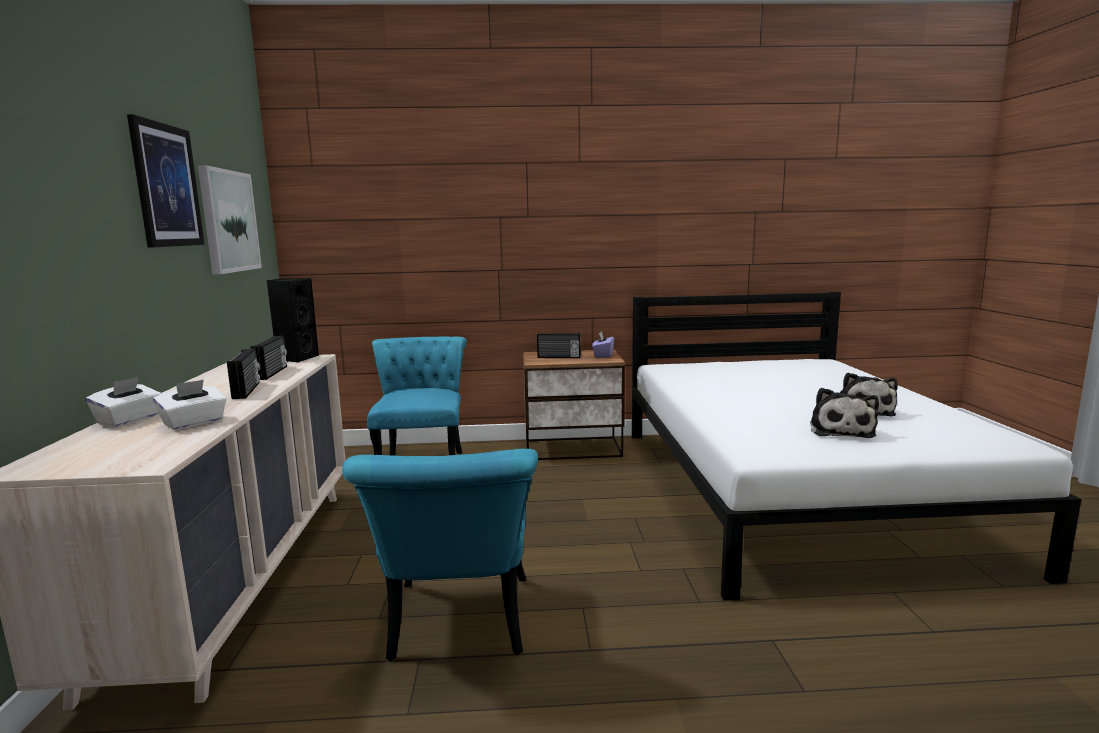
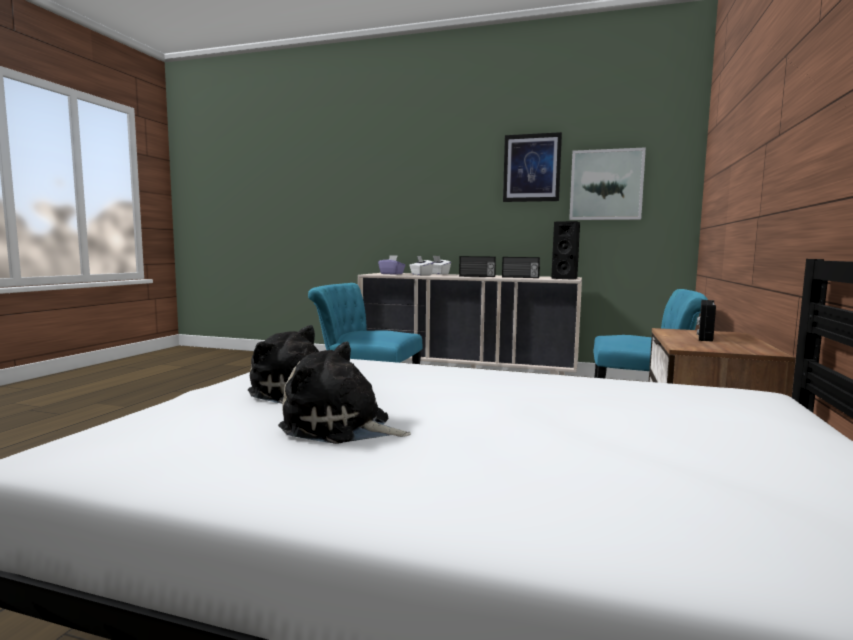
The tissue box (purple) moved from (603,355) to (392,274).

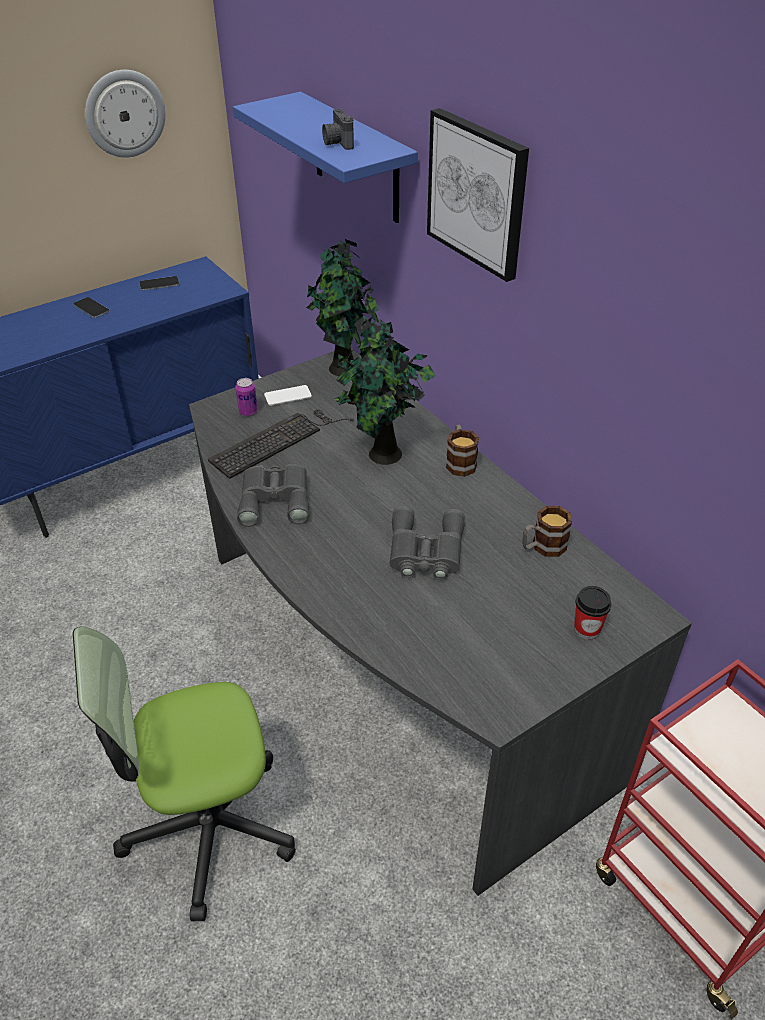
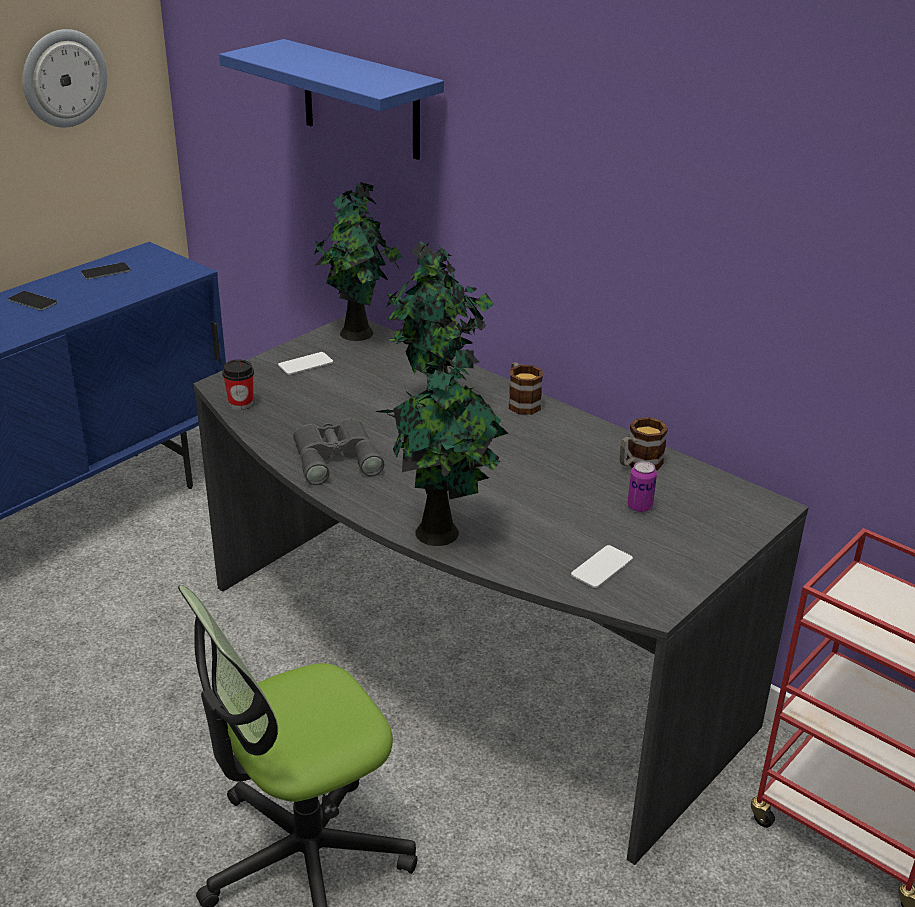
The cup moved from (587,629) to (241,404).
The potted plant at (441,532) appeared.
The phone at (601,567) appeared.
The can moved from (248,412) to (639,506).
The keyboard at (278,440) disappeared.
The photo camera at (337,143) disappeared.
The binoculars (grey) at (425,552) disappeared.
The picture at (477,193) disappeared.

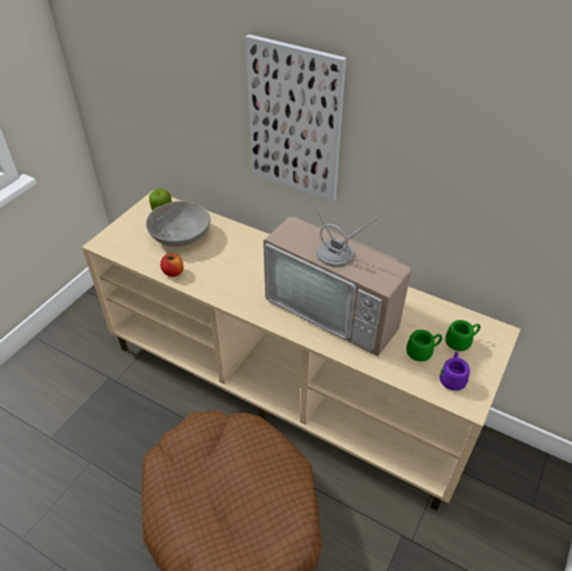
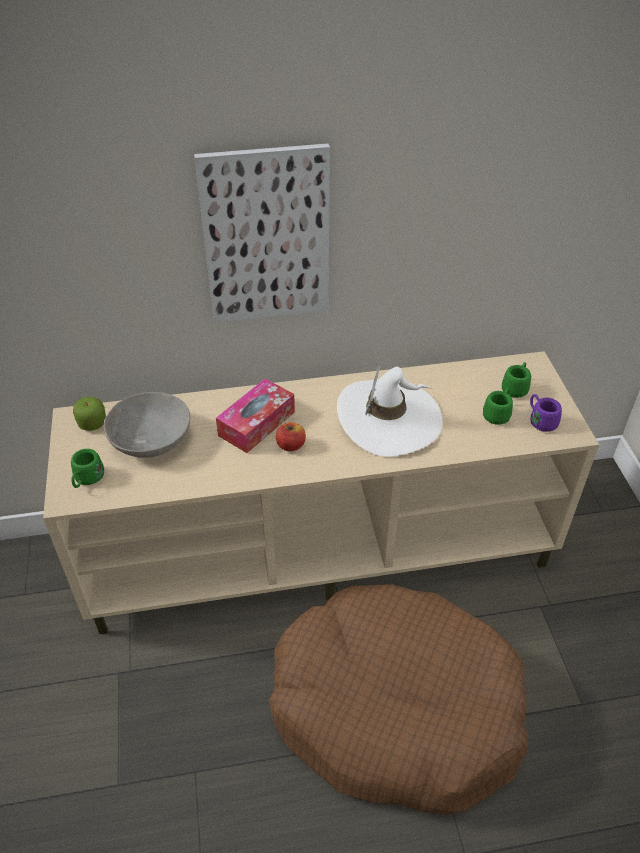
The mug (green) at (87,480) appeared.
The tissue box at (257,423) appeared.
The apple moved from (173,272) to (291,445).
The television at (336,307) was replaced by the hat (white) at (389,419).

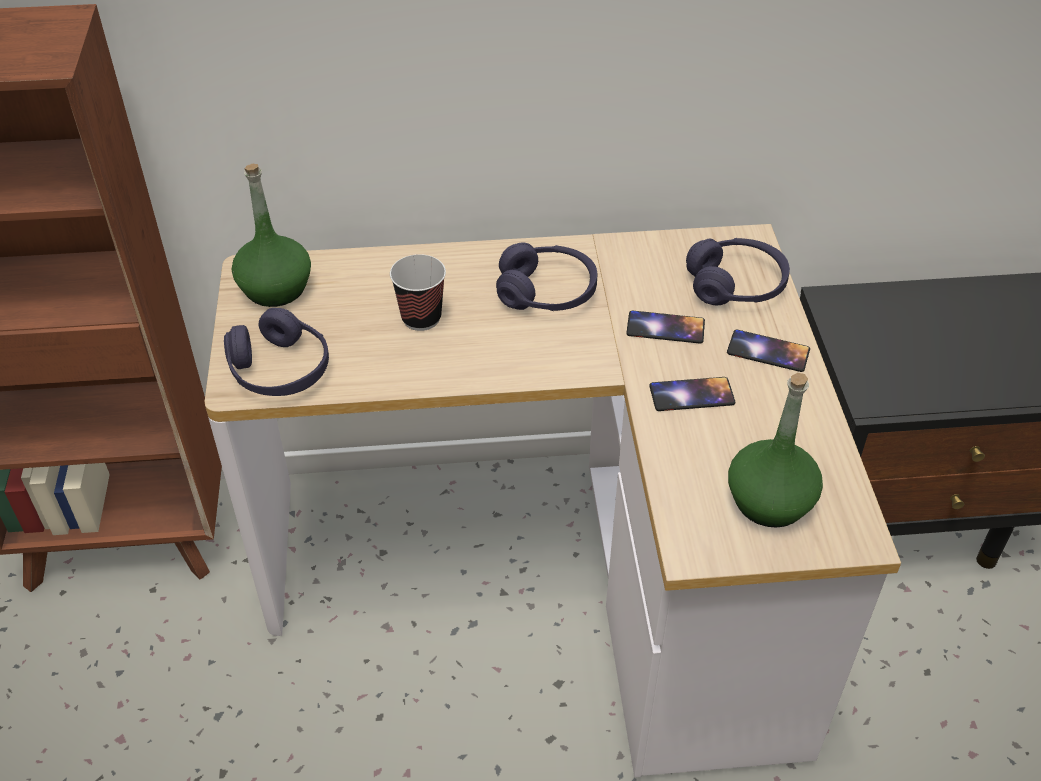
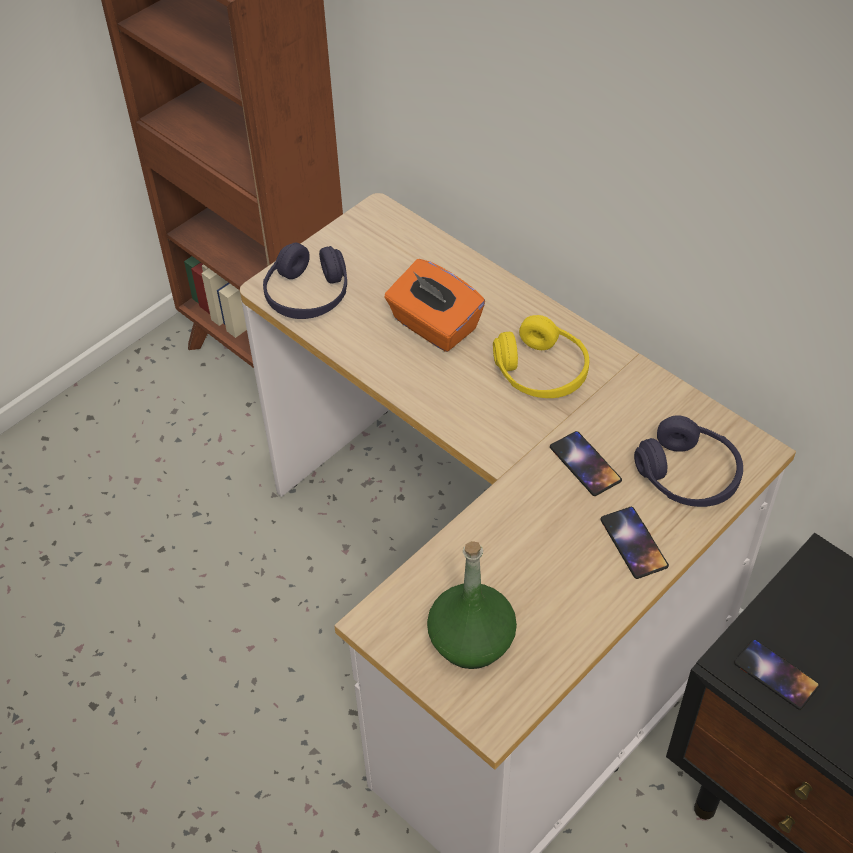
The cup at (421,318) was replaced by the tissue box (orange) at (434,326).
The headphones (purple) at (546,292) became the headphones (yellow) at (541,371).
The phone moved from (691,394) to (776,674).
The bottle (green) at (275,288) disappeared.

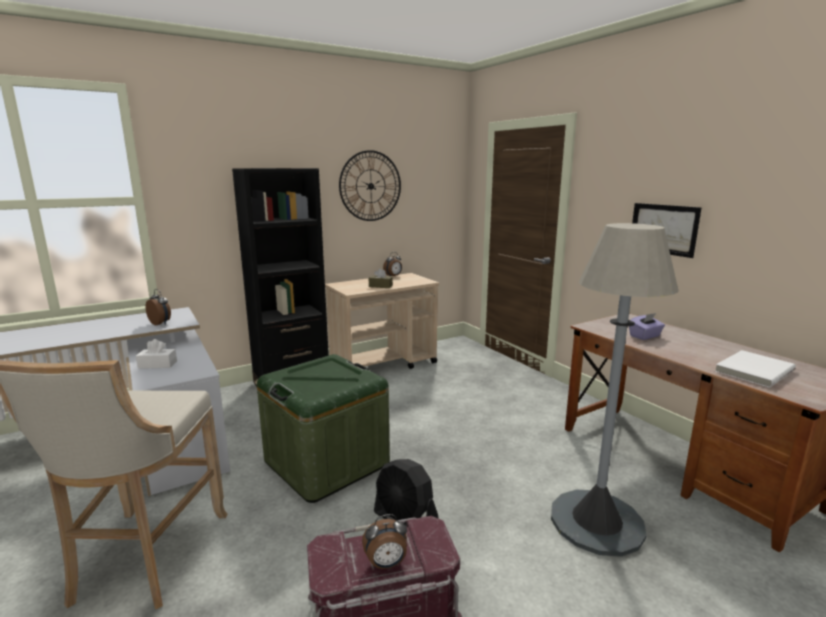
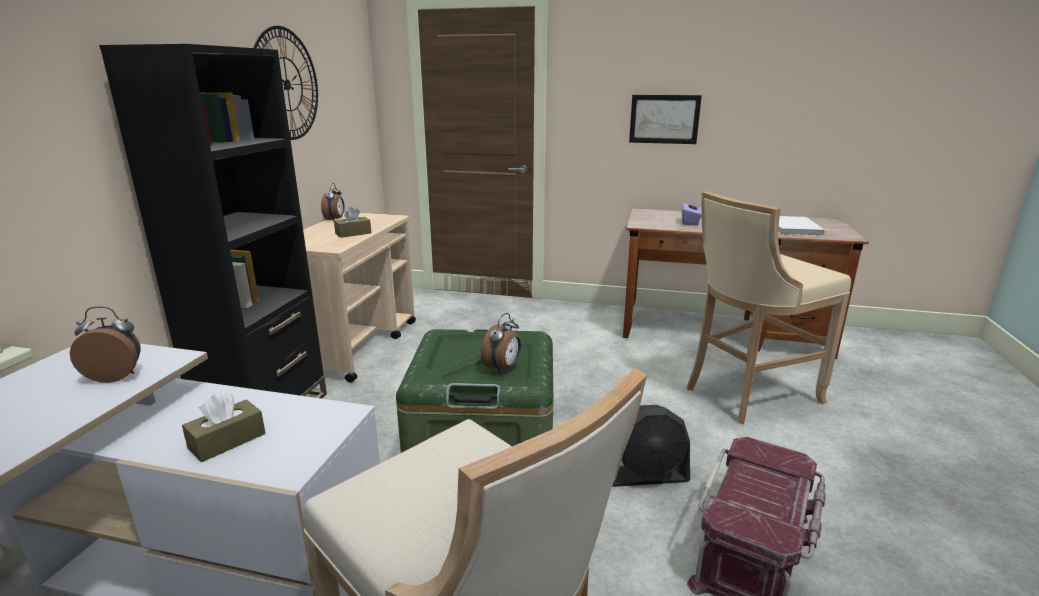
The tissue box (white) at (157,365) became the tissue box (brown) at (227,441).
The alarm clock moved from (386,564) to (503,368).
The floor lamp (grey) at (596,522) was replaced by the stool (beige) at (746,394).

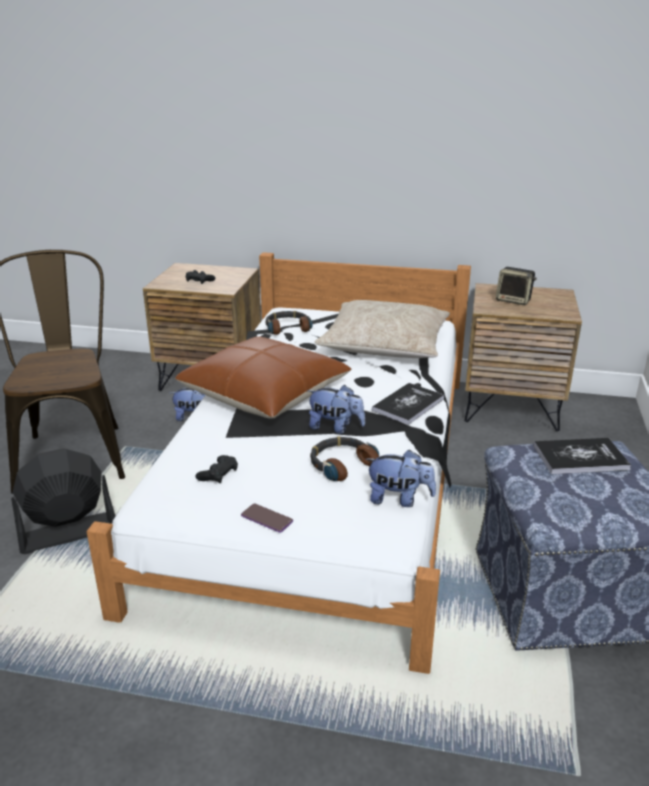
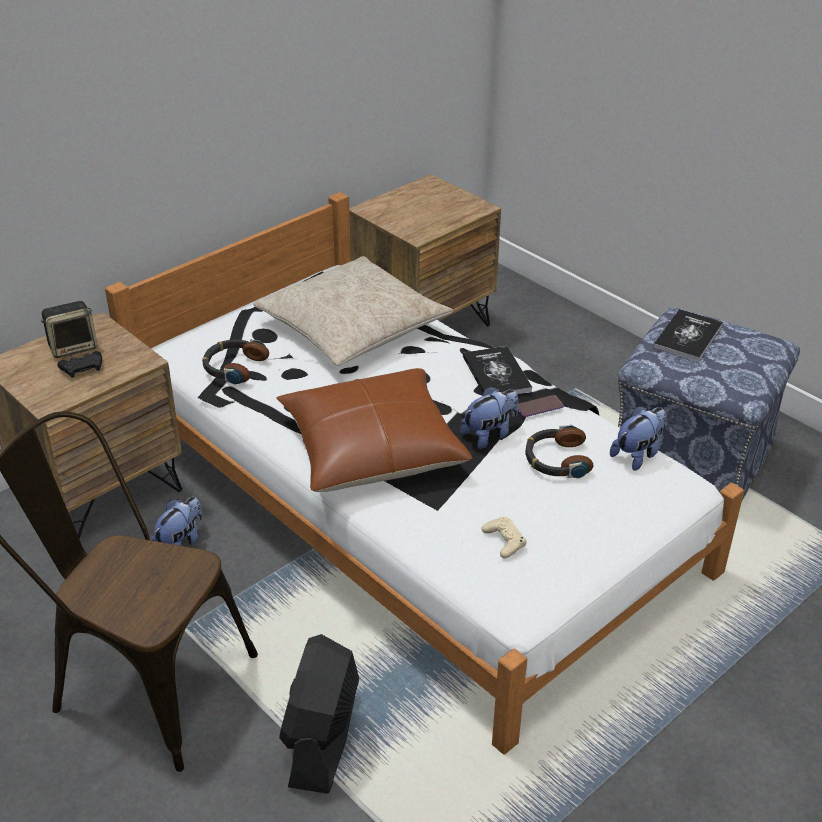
The speaker moved from (514,300) to (73,347).
The game controller (black) at (218,474) became the game controller (beige) at (504,541).
The phone moved from (267,518) to (539,407).

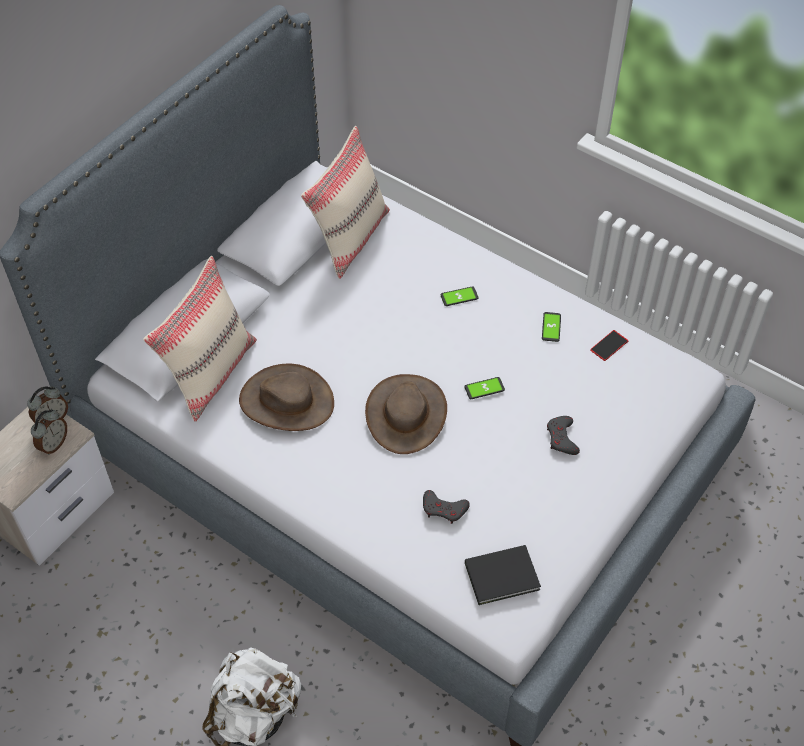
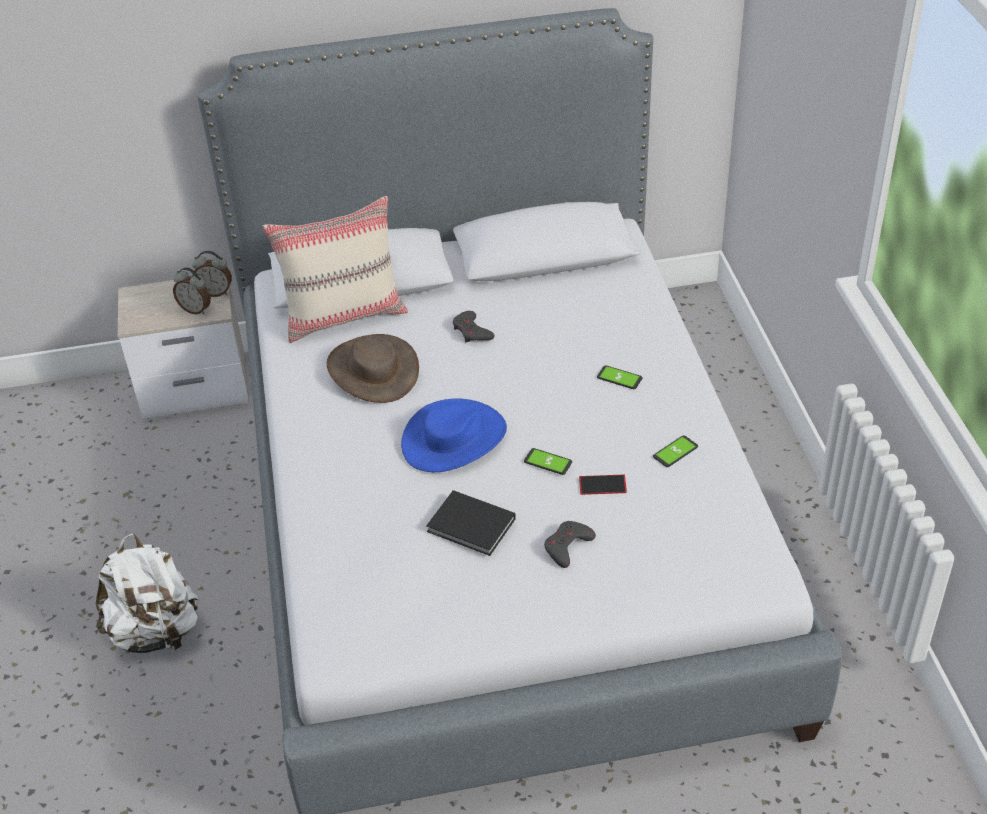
The alarm clock at (53,444) turned 45 degrees clockwise.
The hat (brown) at (406,414) became the hat (blue) at (454,439).
The book (black) moved from (504,577) to (472,527).
The game controller (grey) moved from (444,509) to (472,331).
The phone moved from (609,345) to (602,485).
The pillow (beige) at (350,237) disappeared.

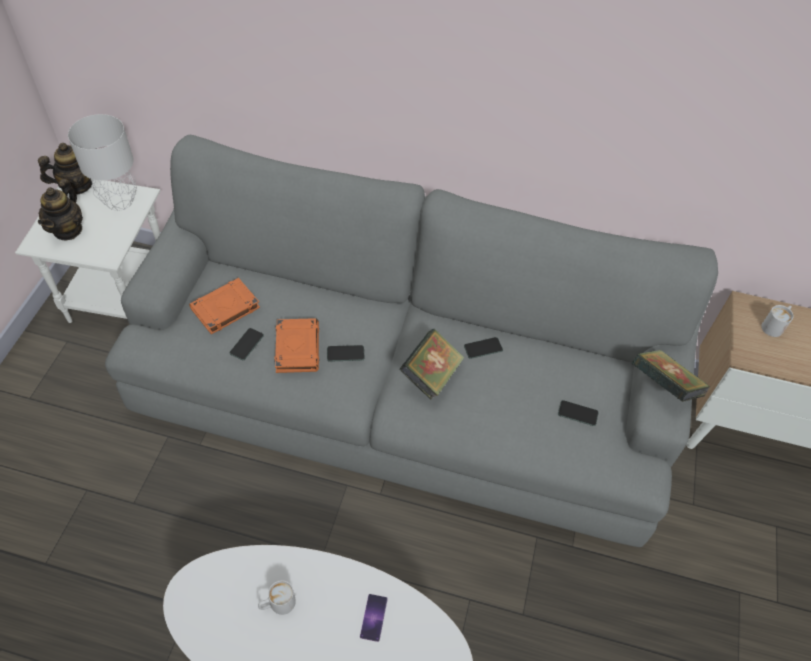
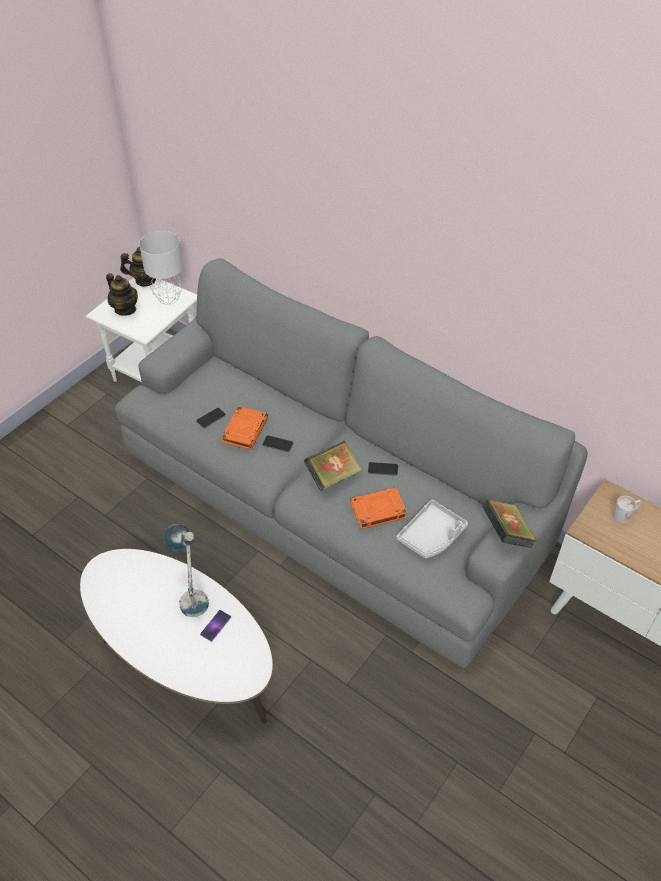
The teapot at (68,230) turned 75 degrees counterclockwise.
The table lamp at (191,593) appeared.
The book (orange) moved from (225,309) to (377,510).
The phone at (577,413) was replaced by the tray (grey) at (432,536).
The mug (white) at (277,604) disappeared.

